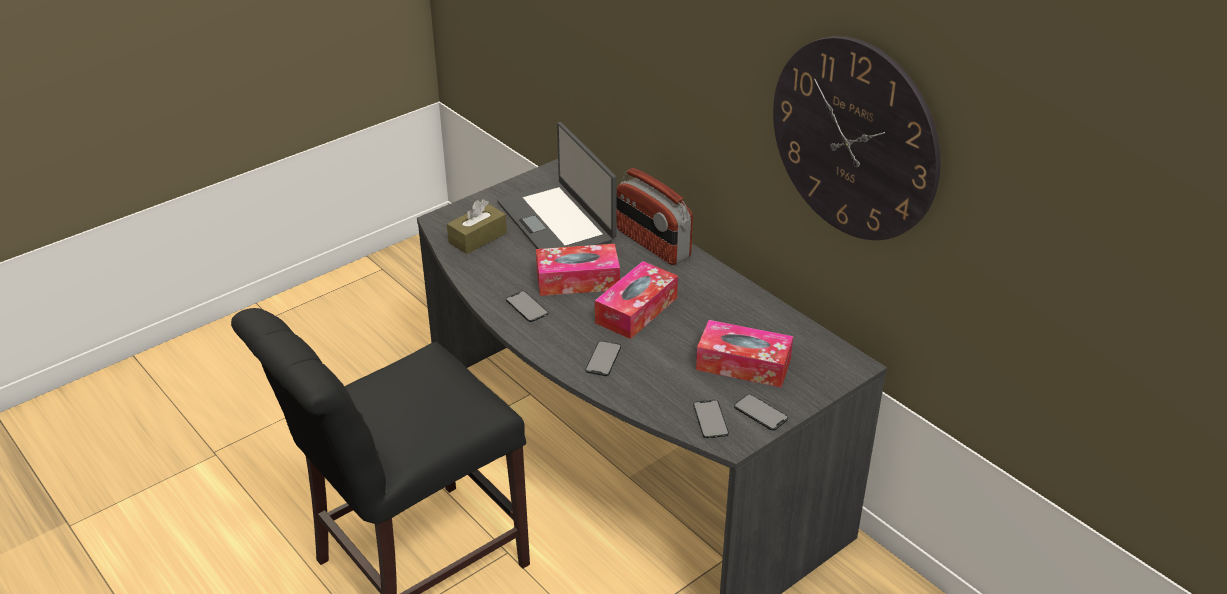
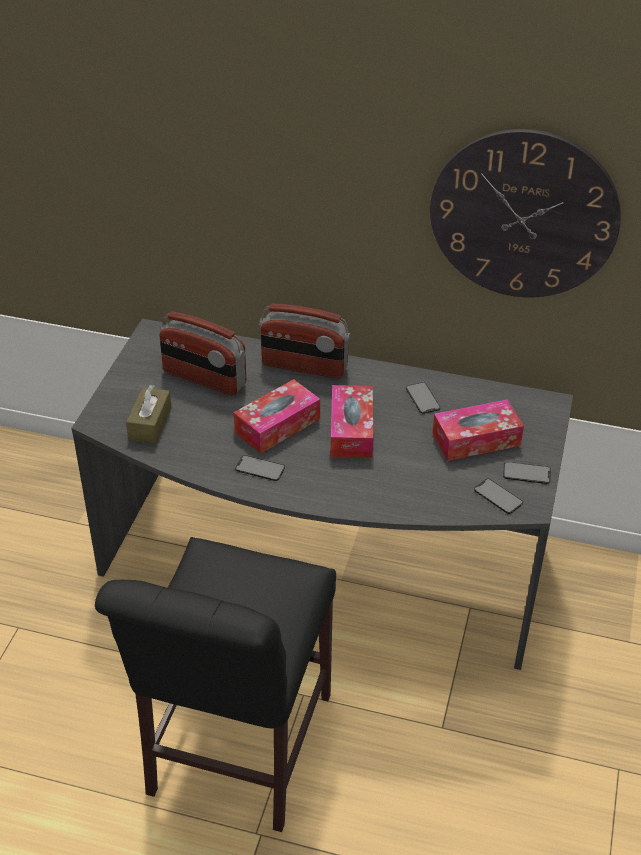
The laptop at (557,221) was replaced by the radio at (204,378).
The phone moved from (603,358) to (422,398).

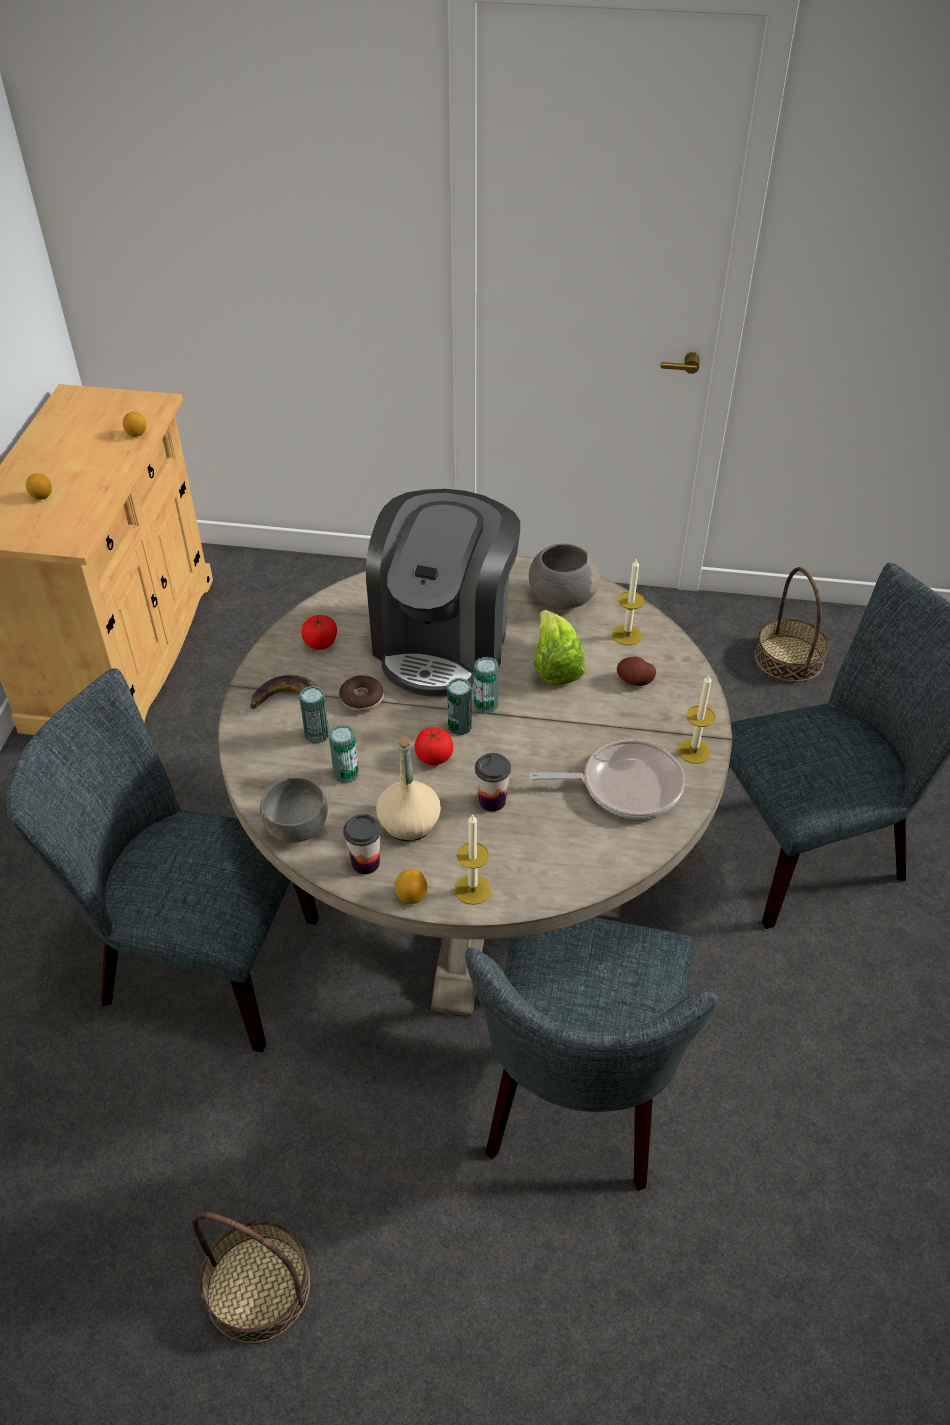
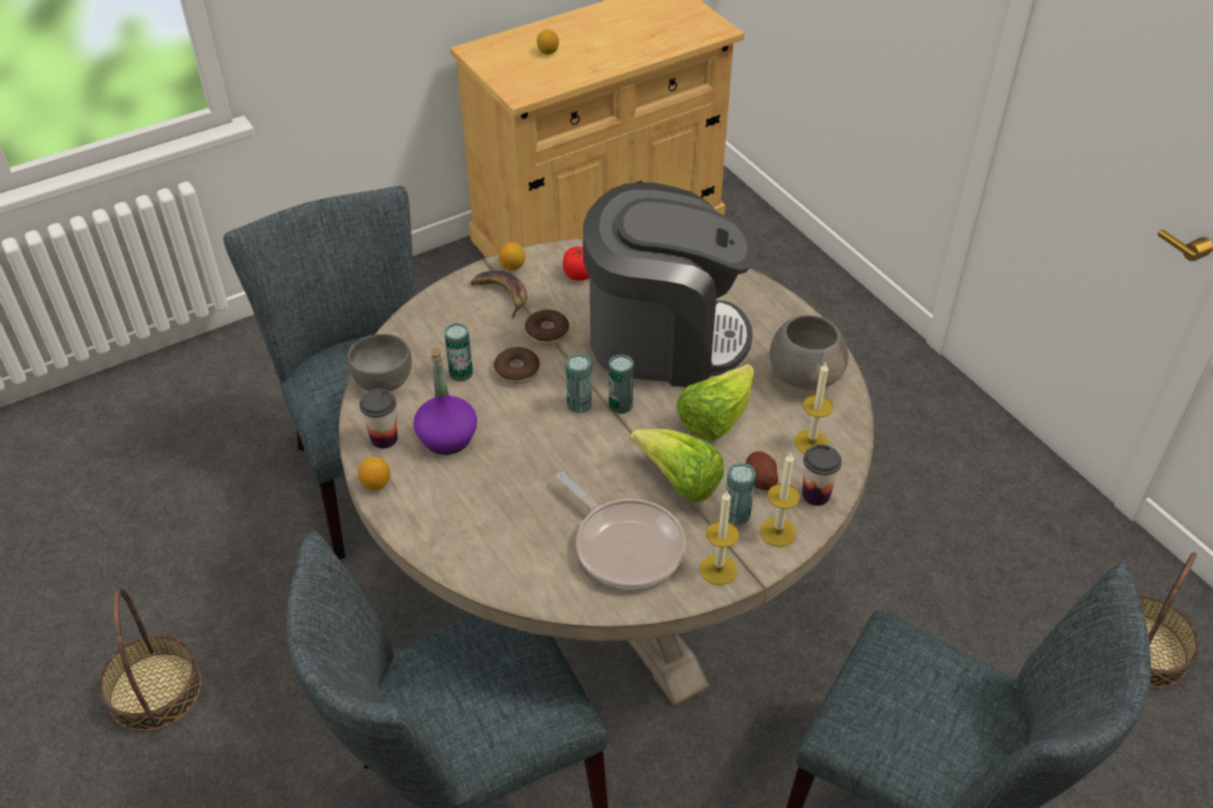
The bottle (beige) at (409,823) became the bottle (purple) at (447,438).
The donut at (517,371) appeared.
The lemon moved from (136,434) to (512,266).
The coffee machine at (444,641) turned 150 degrees counterclockwise.
The lettuce at (679,481) appeared.
The can moved from (317,734) to (736,514).
The candle moved from (472,889) to (778,532).
The cup moved from (492,801) to (816,495).
The tomato at (434,757) disappeared.

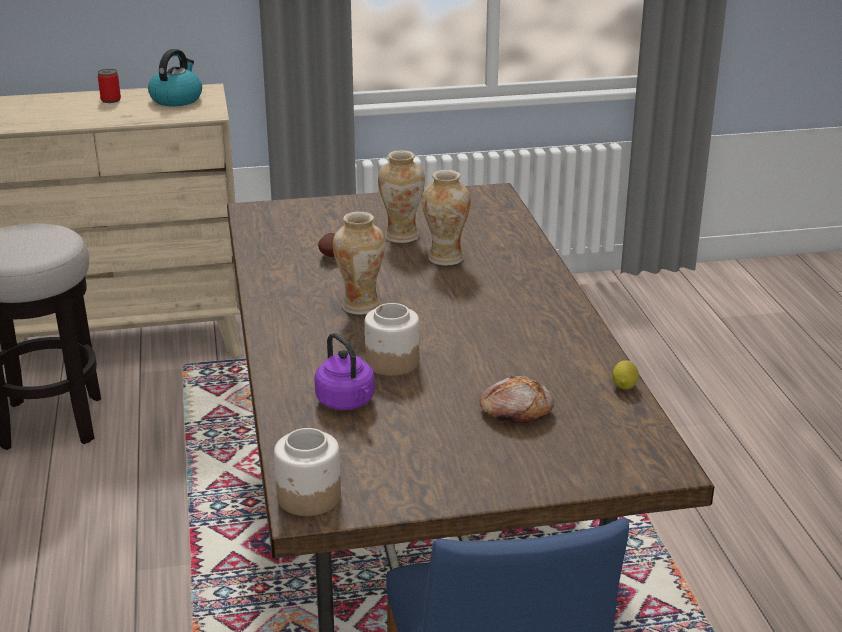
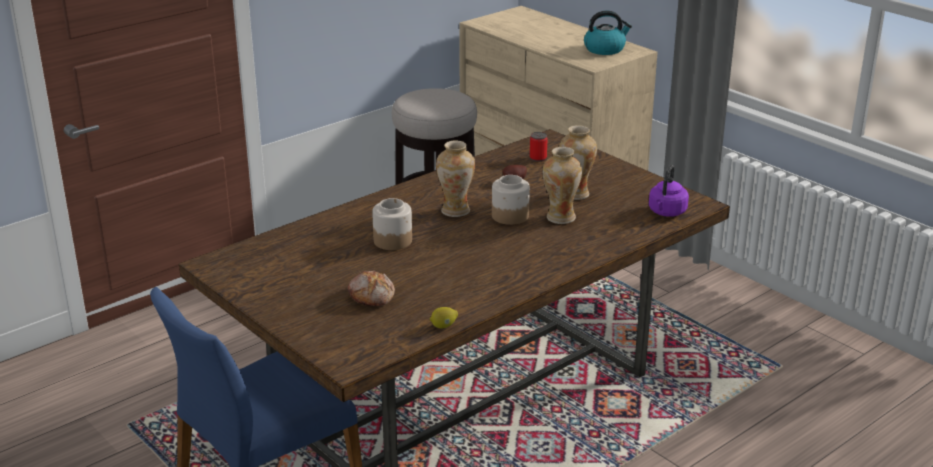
The jar moved from (309,497) to (509,216).
The can moved from (111,100) to (538,158).
The kettle (purple) moved from (347,402) to (666,212).

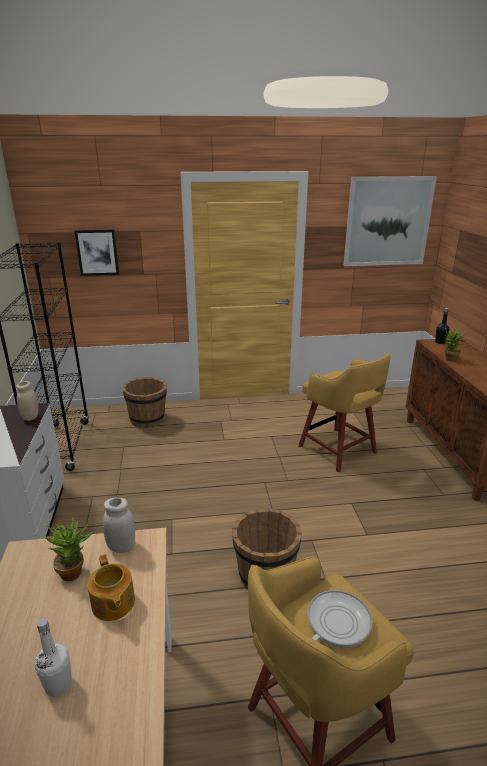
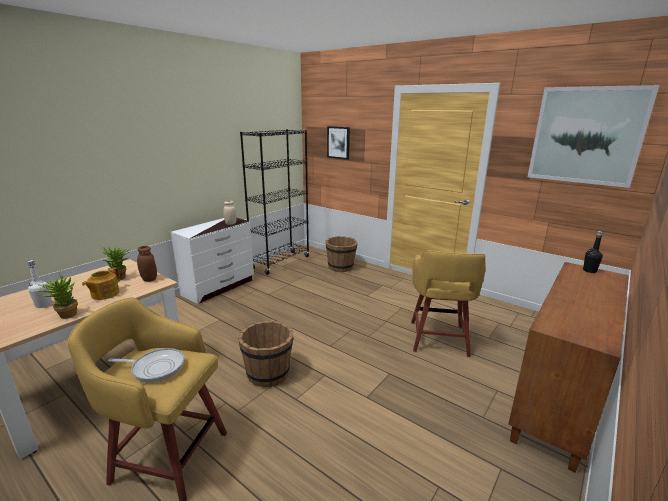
The potted plant moved from (450,360) to (65,315).
The jar (white) at (121,547) became the jar (brown) at (149,279).

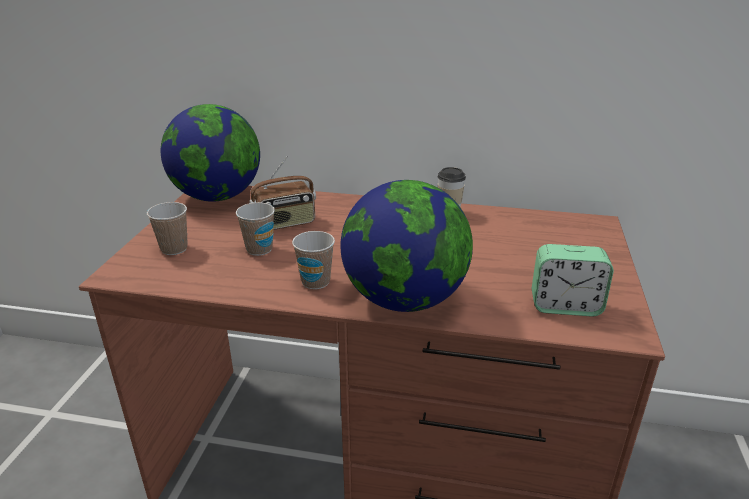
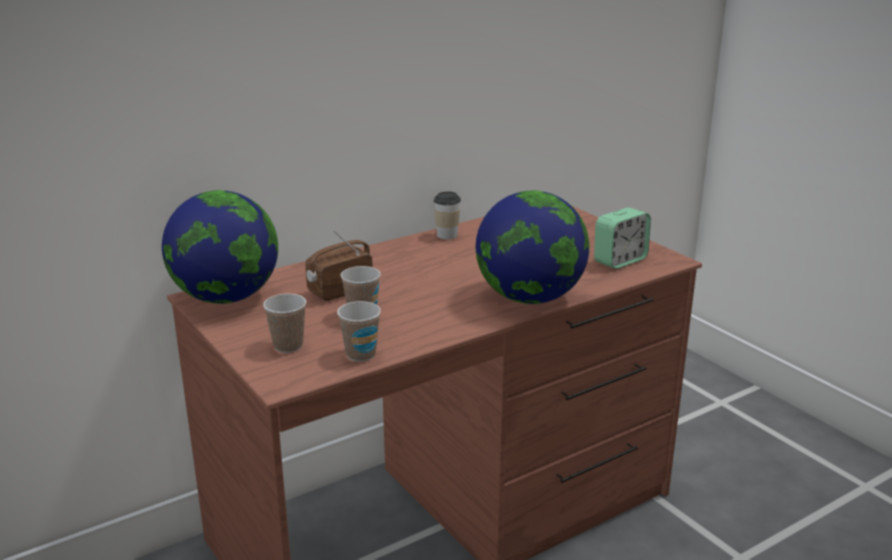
The radio at (285,223) turned 150 degrees counterclockwise.
The cup moved from (315,282) to (361,354).

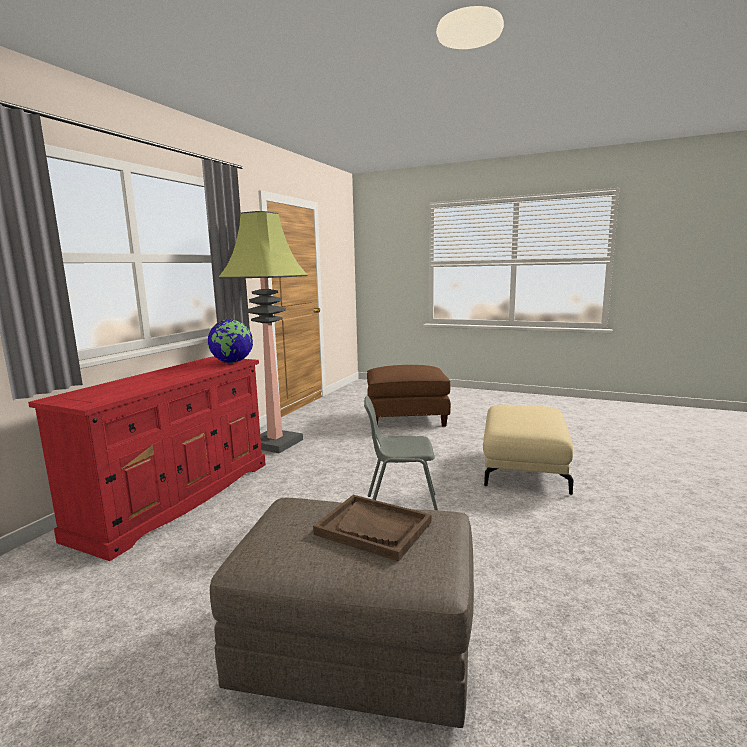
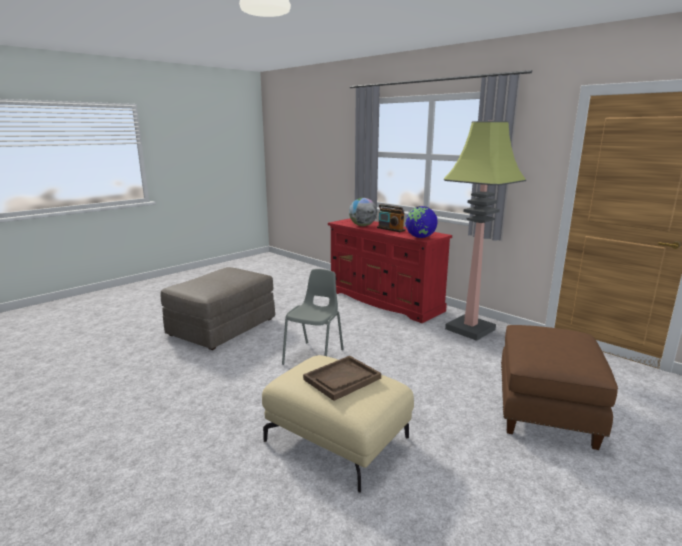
The tray (brown) moved from (373,528) to (342,379).
The globe at (362,225) appeared.
The radio at (391,229) appeared.

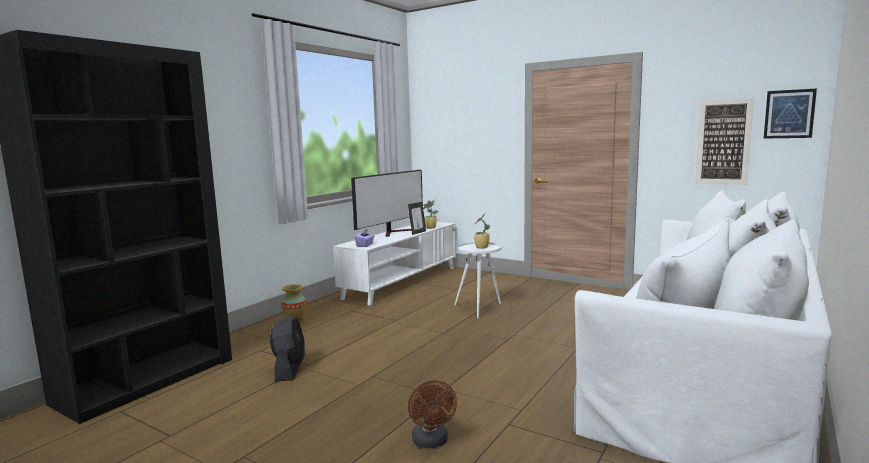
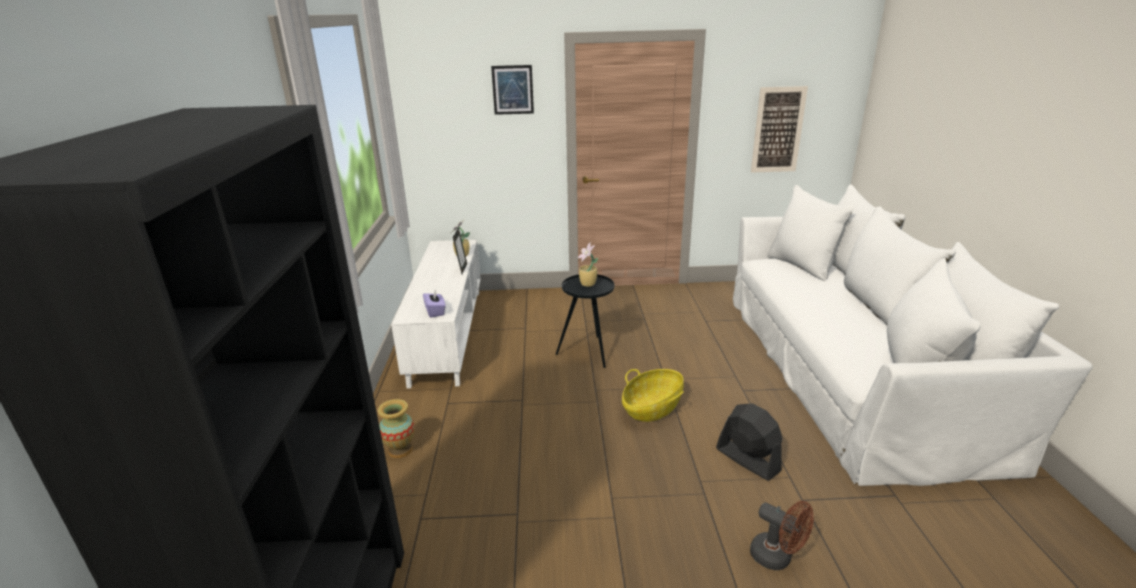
The picture moved from (789,114) to (513,90).
The side table (white) at (480,308) became the side table (black) at (588,351).
The basket at (652,408) appeared.
The fan (black) moved from (289,369) to (747,459).
The television at (394,232) disappeared.

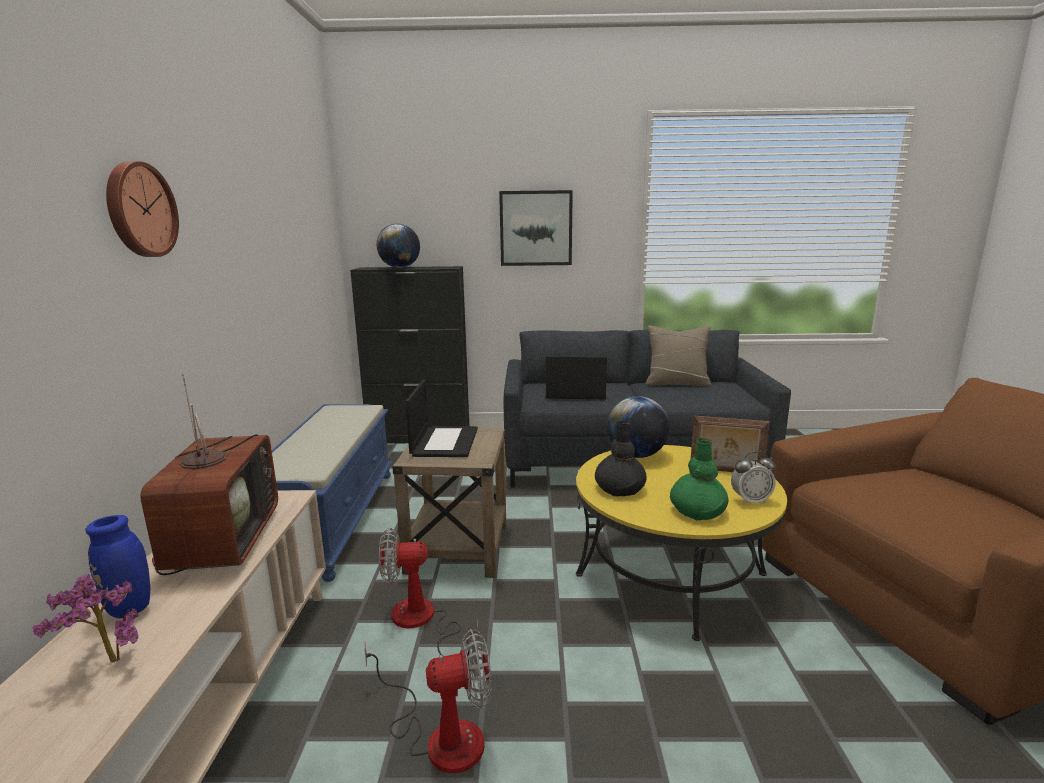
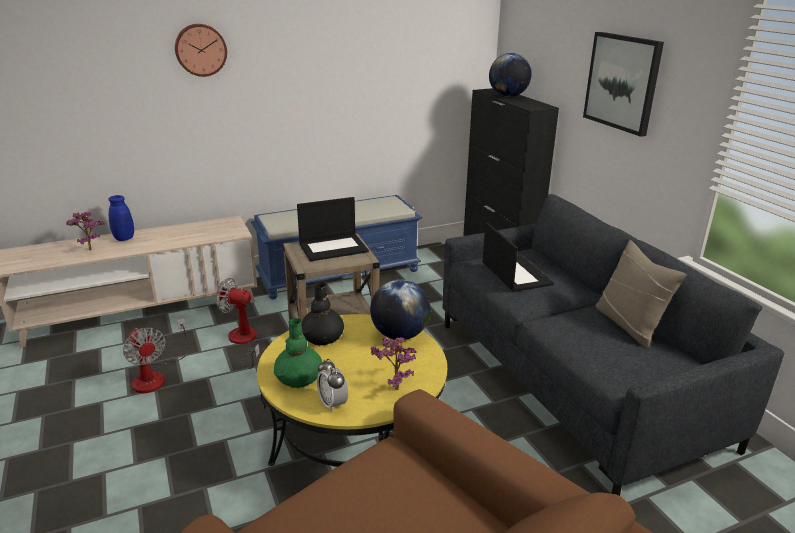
The fan at (422,622) turned 45 degrees counterclockwise.
The picture frame at (726,471) was replaced by the potted plant at (393,387).
The television at (222,539) disappeared.

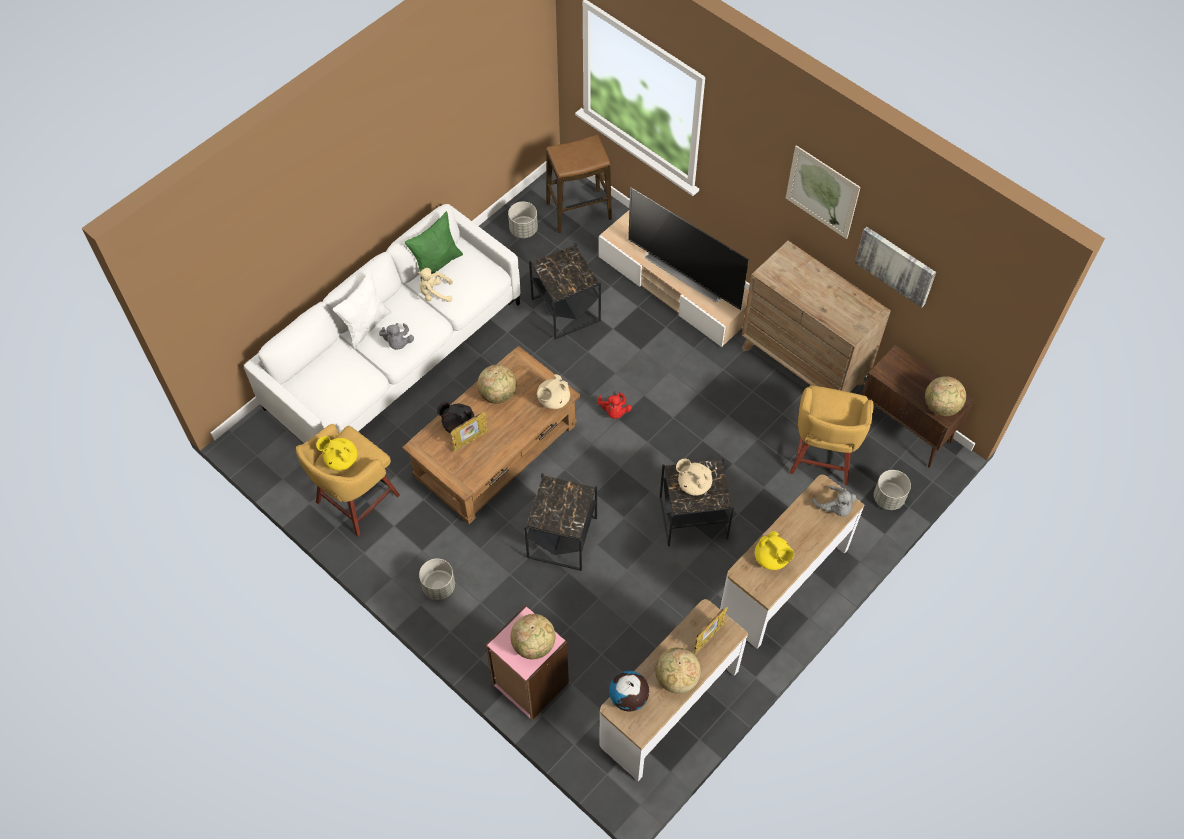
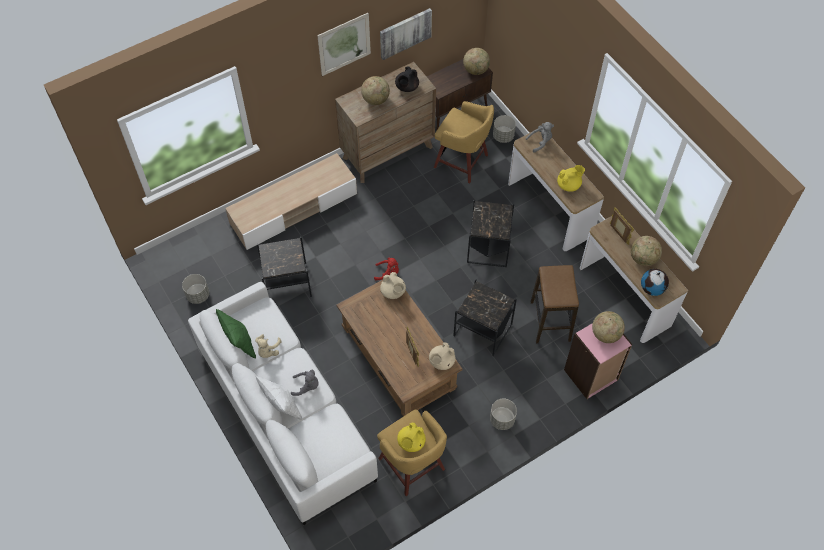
The globe moved from (498,394) to (376,99).
The teapot (black) moved from (458,424) to (406,87).
The teapot (beige) moved from (693,484) to (441,362).
The stool moved from (578,211) to (550,321).
The television at (687,272) disappeared.

